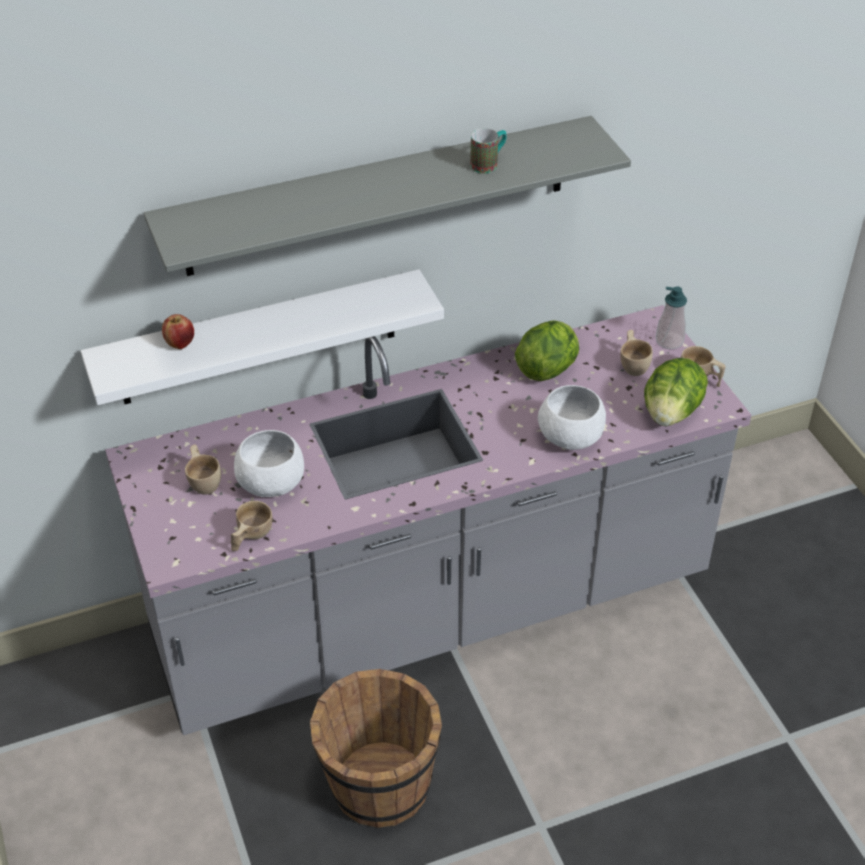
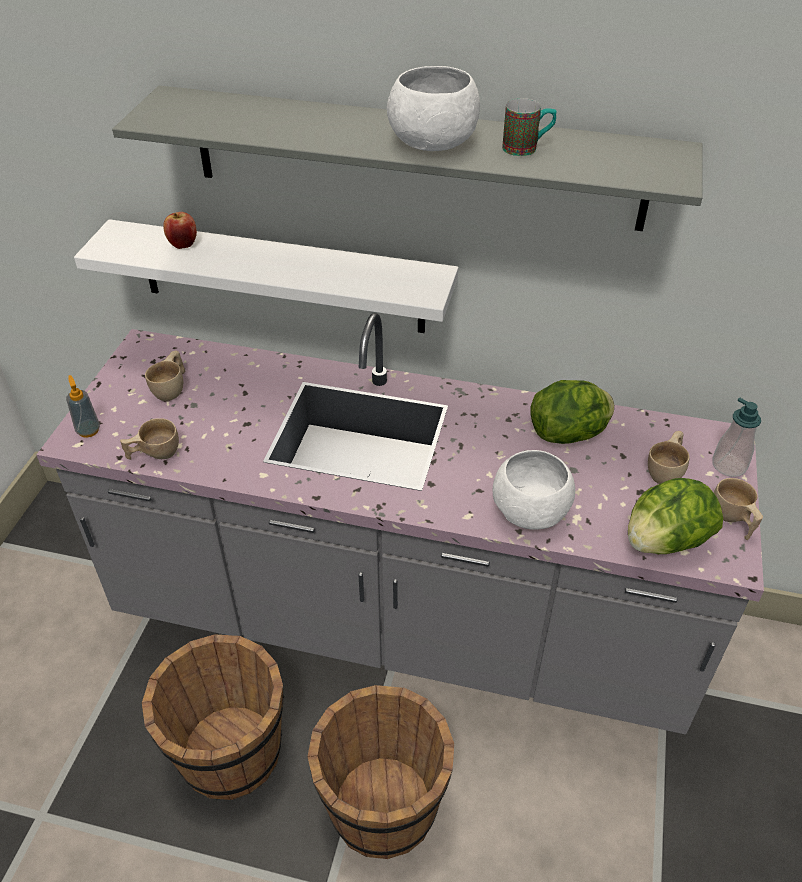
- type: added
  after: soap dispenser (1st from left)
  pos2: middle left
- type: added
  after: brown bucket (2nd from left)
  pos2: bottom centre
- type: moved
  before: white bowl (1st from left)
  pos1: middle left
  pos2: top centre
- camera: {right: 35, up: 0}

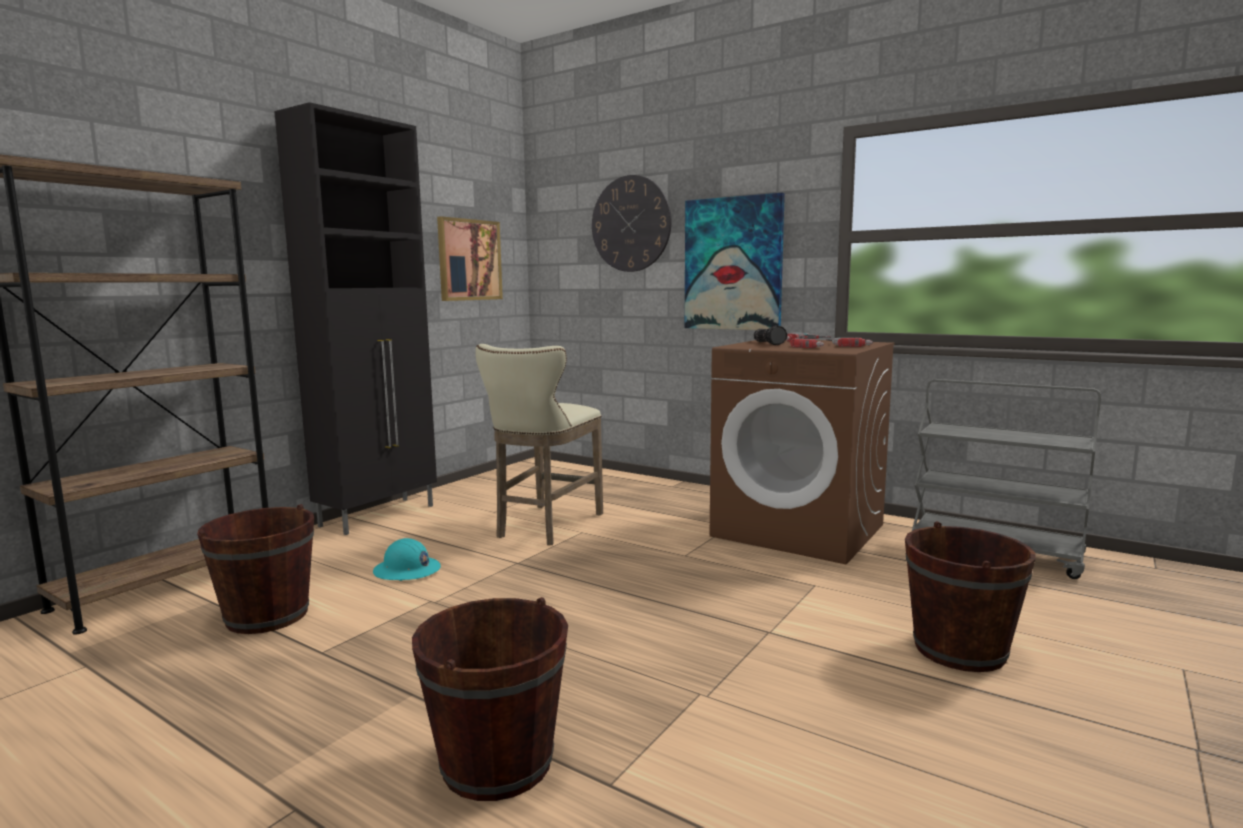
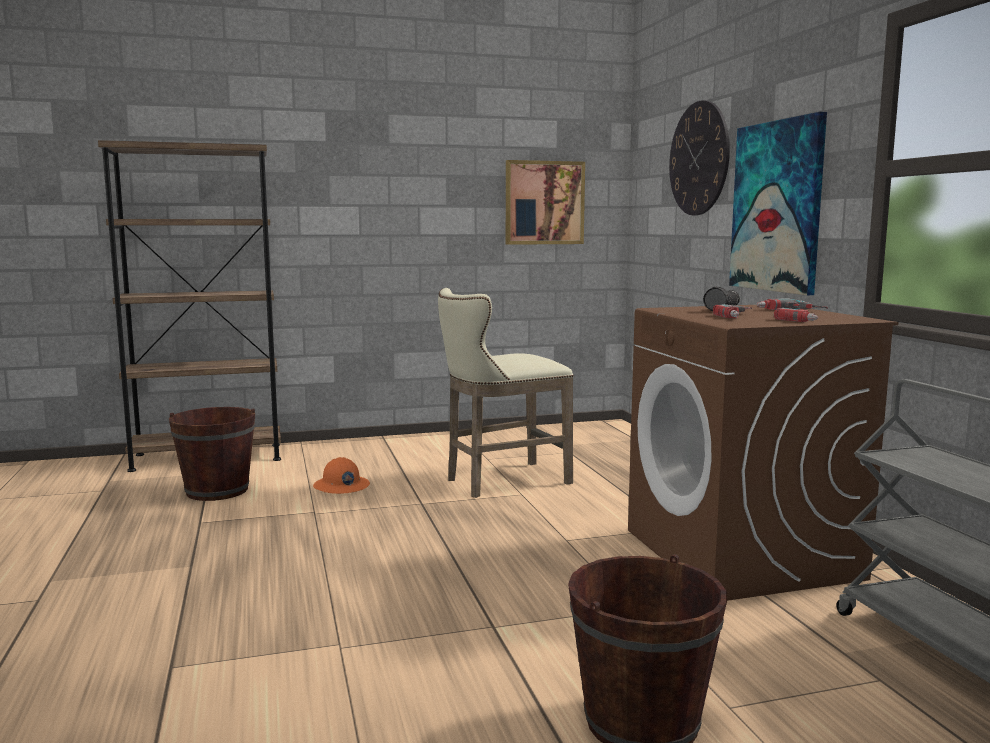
- type: recoloured
  before: turquoise hard hat
  after: orange hard hat
  pos1: bottom left
  pos2: centre
- type: removed
  before: black cabinet
  pos1: middle left
- type: removed
  before: brown bucket (2nd from left)
  pos1: bottom centre
- camera: {right: 40, up: 0}

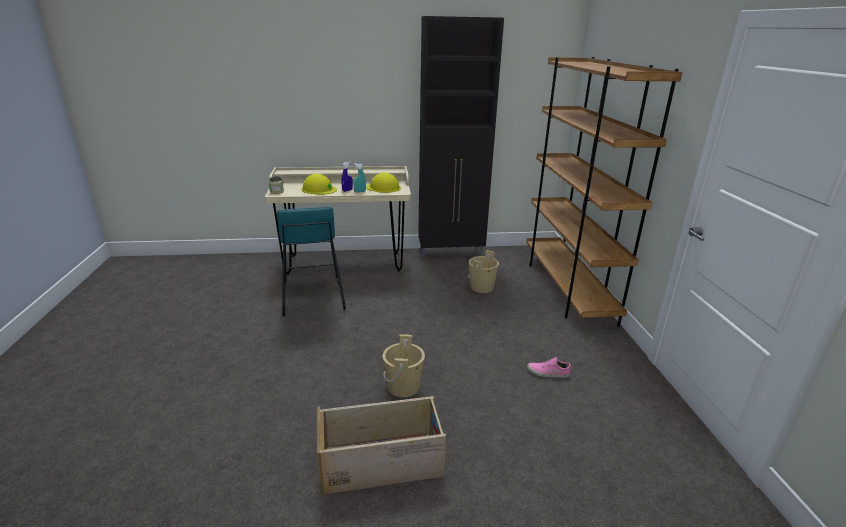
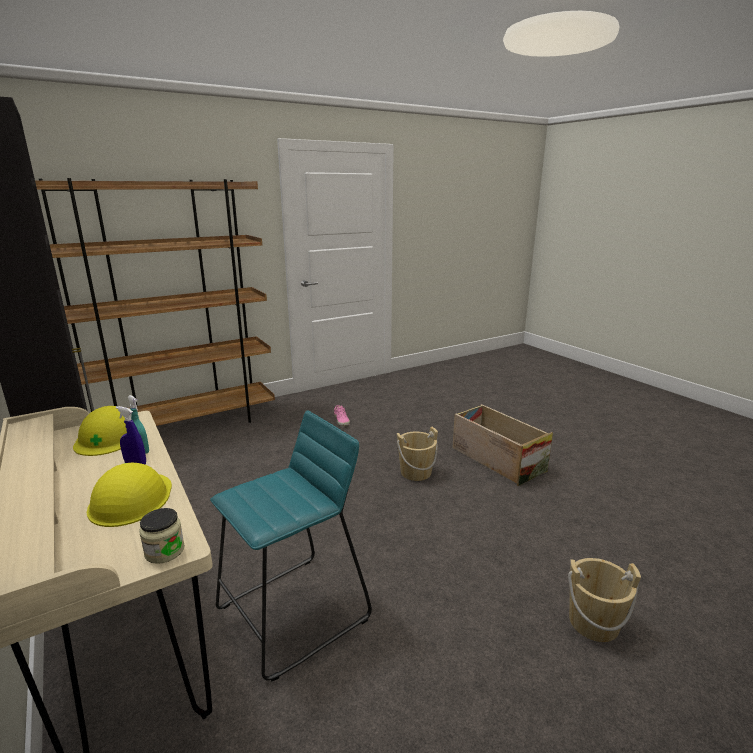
- type: moved
  before: beige bucket (2nd from left)
  pos1: centre
  pos2: bottom right
- camera: {right: -115, up: -5}

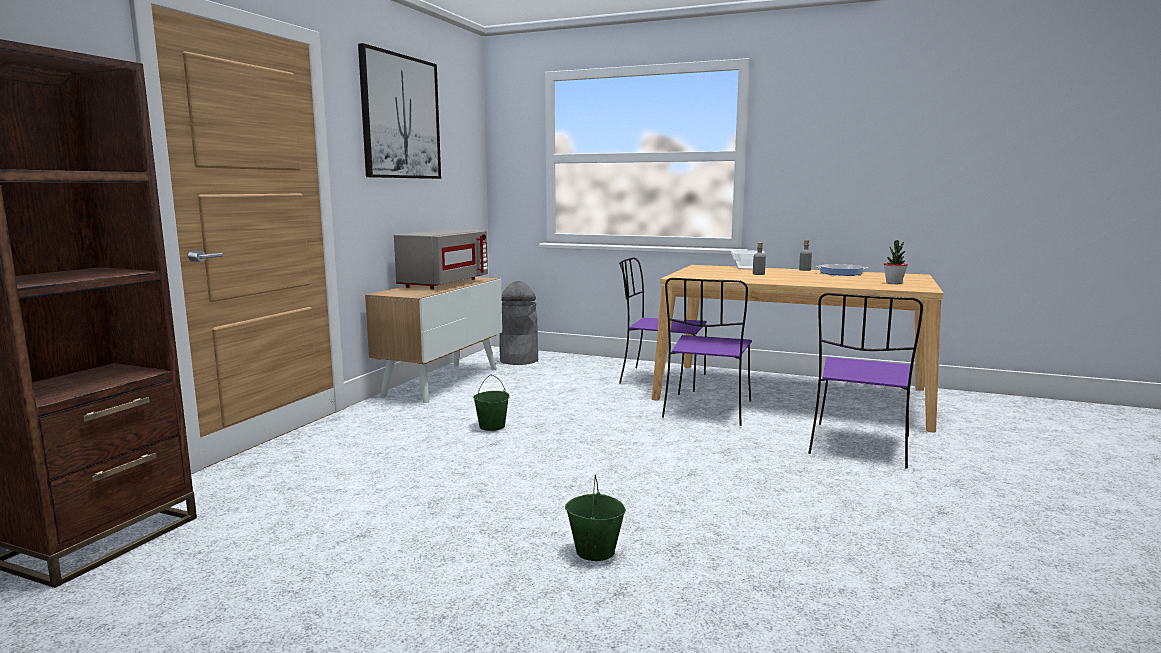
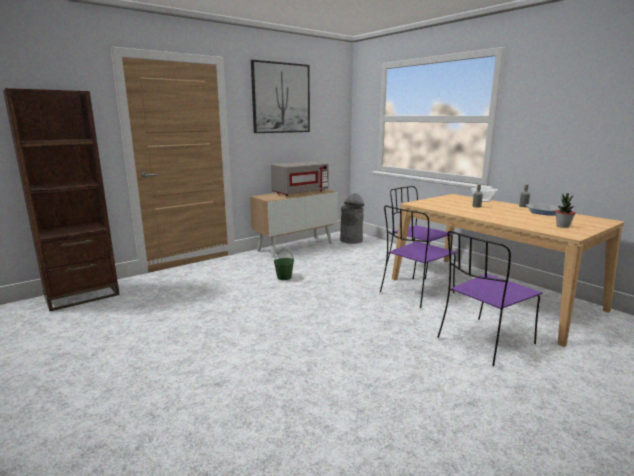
- type: removed
  before: green bucket (2nd from left)
  pos1: bottom centre
- camera: {right: 30, up: 5}

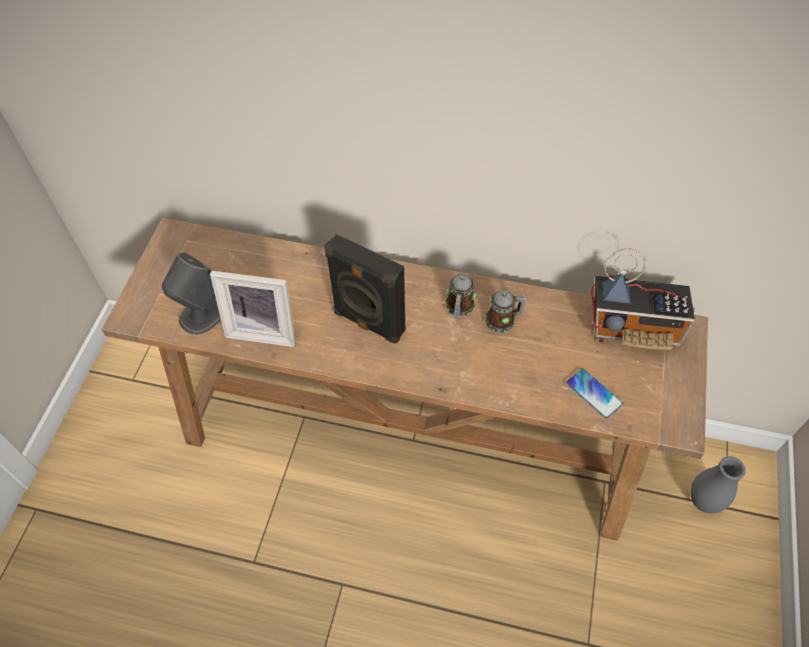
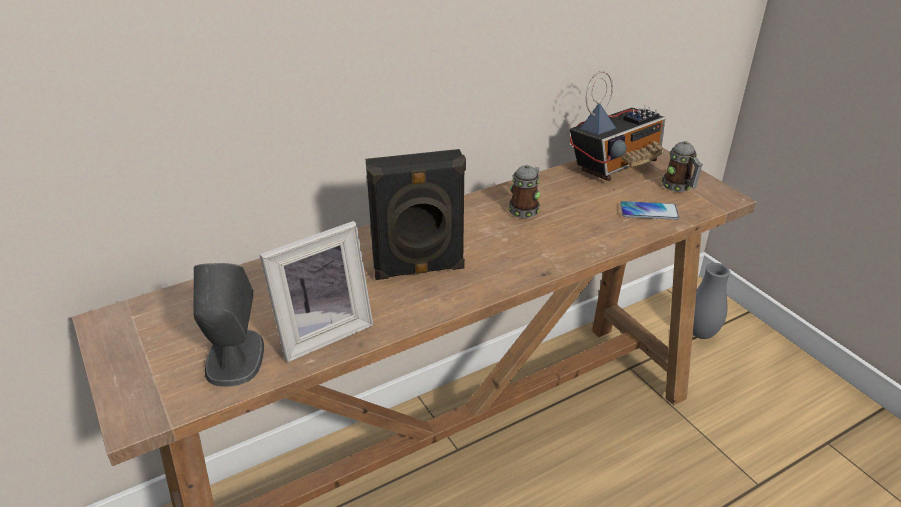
- type: moved
  before: mug (1st from left in the first image)
  after: mug (2nd from left)
  pos1: centre
  pos2: top right
- camera: {right: -45, up: -20}

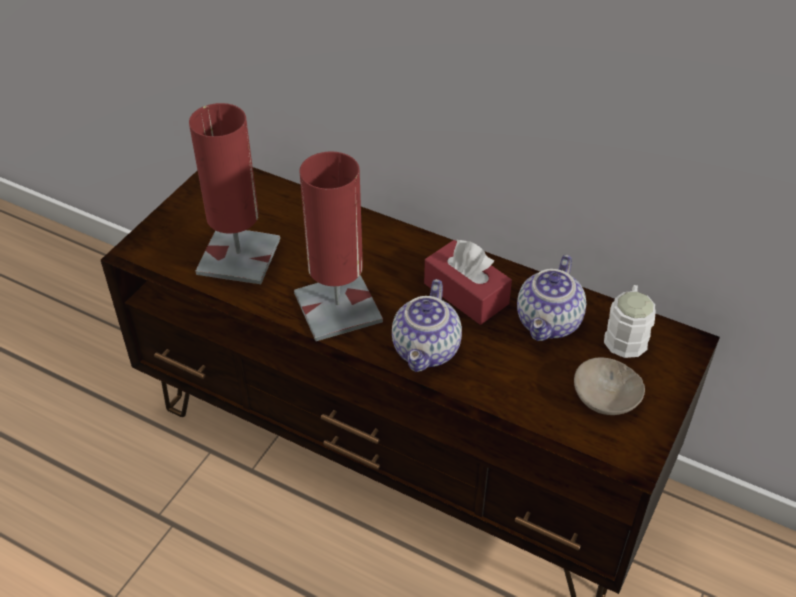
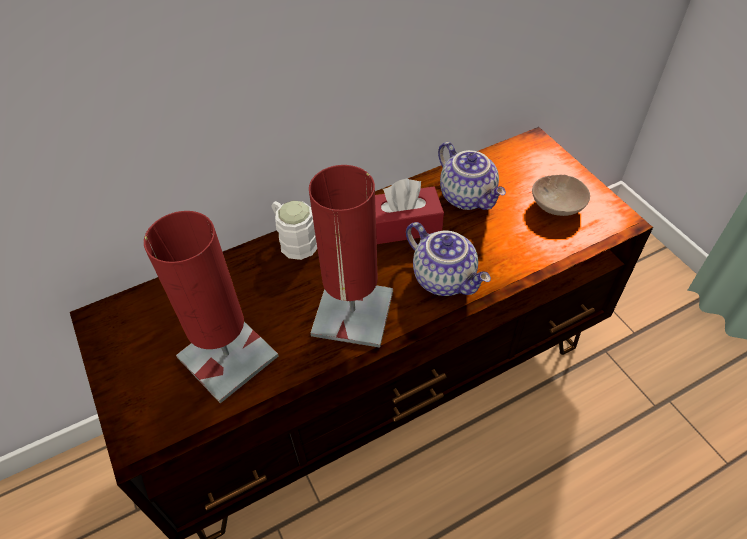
- type: moved
  before: white mug
  pos1: middle right
  pos2: centre
- camera: {right: -55, up: 5}

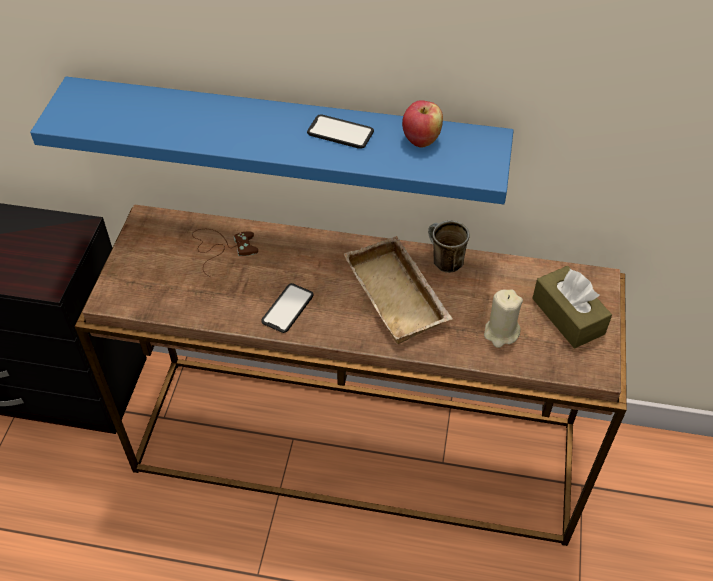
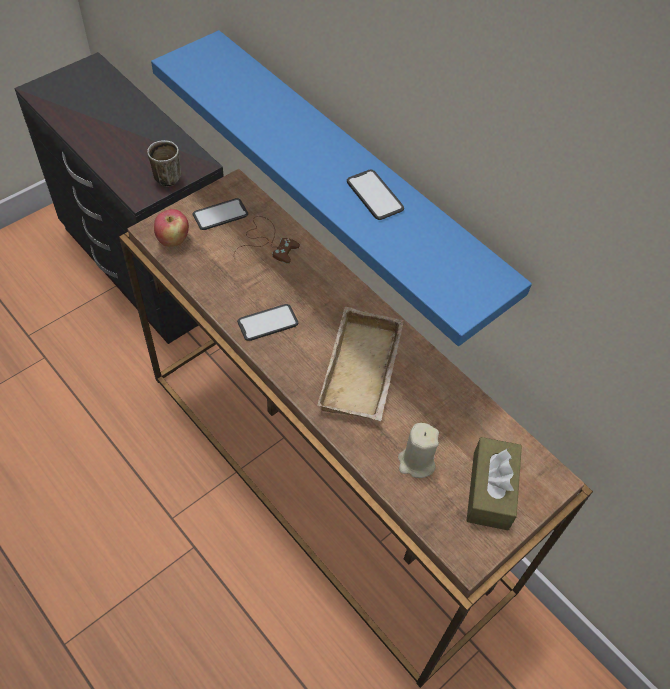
- type: moved
  before: mug
  pos1: centre
  pos2: top left
- type: moved
  before: apple
  pos1: top centre
  pos2: top left
- type: added
  after: phone (1st from left)
  pos2: top left
- camera: {right: 35, up: 5}

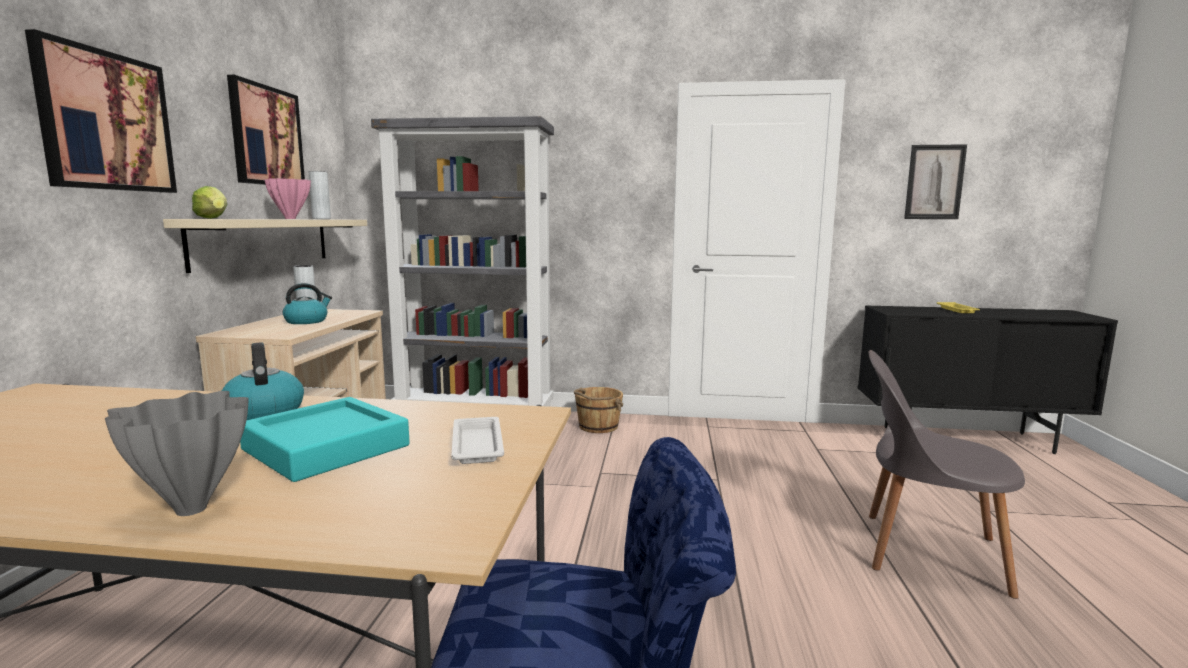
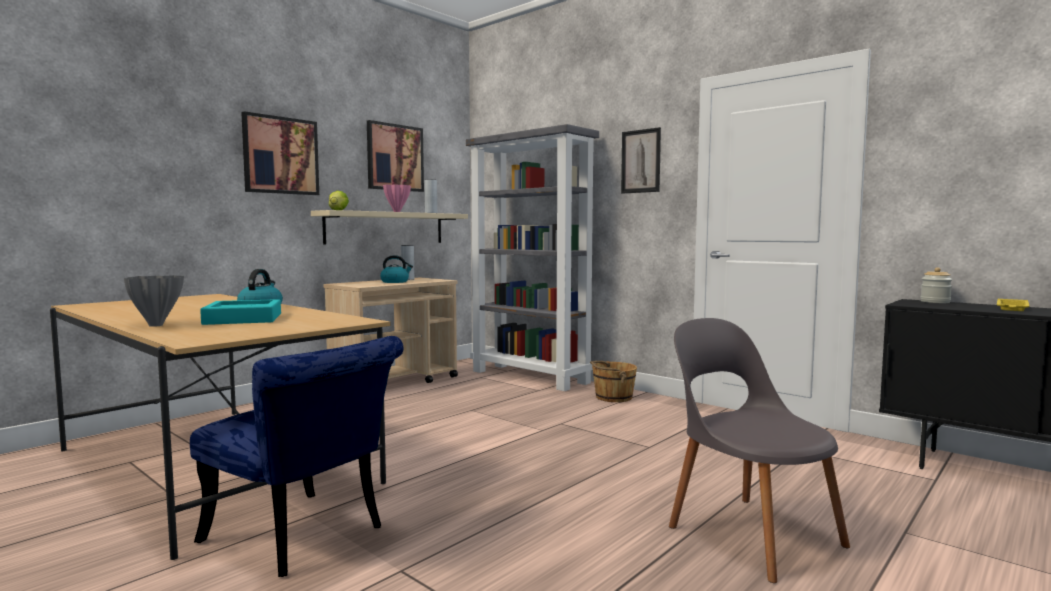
- type: moved
  before: picture (3rd from left)
  pos1: top right
  pos2: top centre
- type: added
  after: jar
  pos2: middle right
- type: removed
  before: white tray
  pos1: centre
- camera: {right: 35, up: -5}

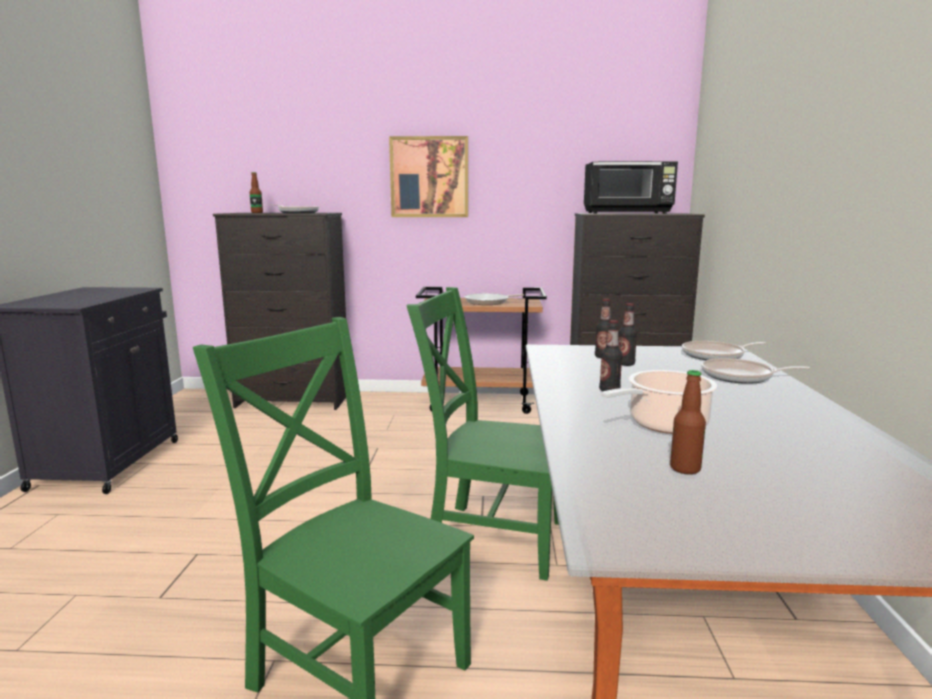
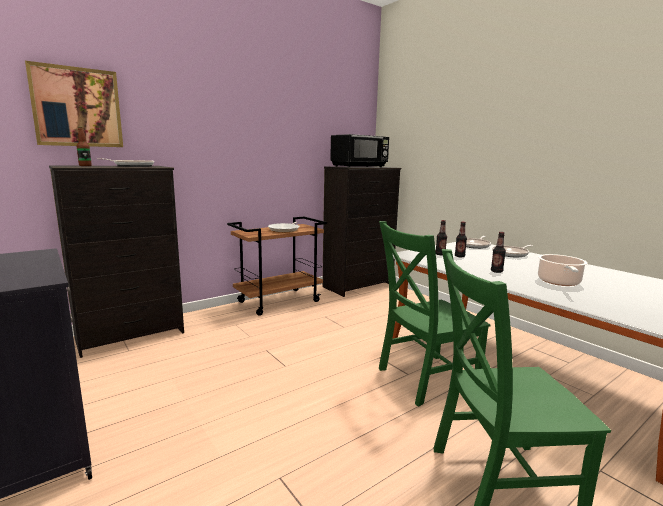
- type: moved
  before: picture
  pos1: top centre
  pos2: top left
- type: removed
  before: bottle (5th from left)
  pos1: middle right
- camera: {right: -40, up: 0}

